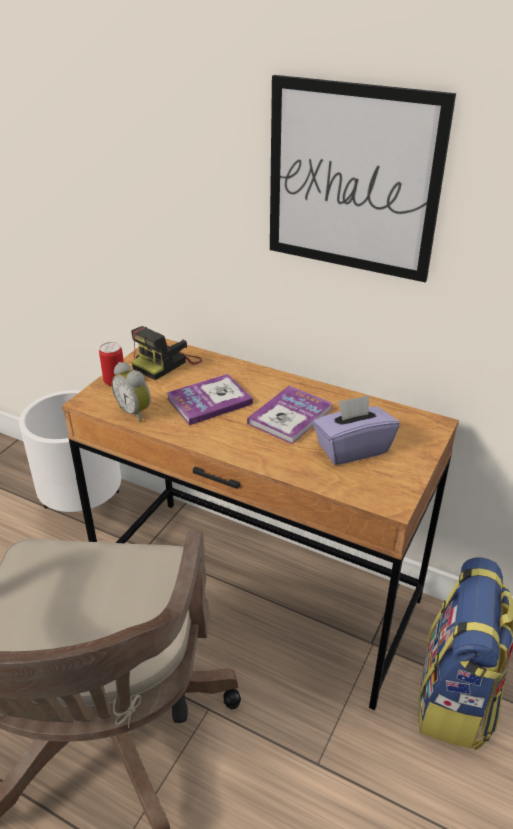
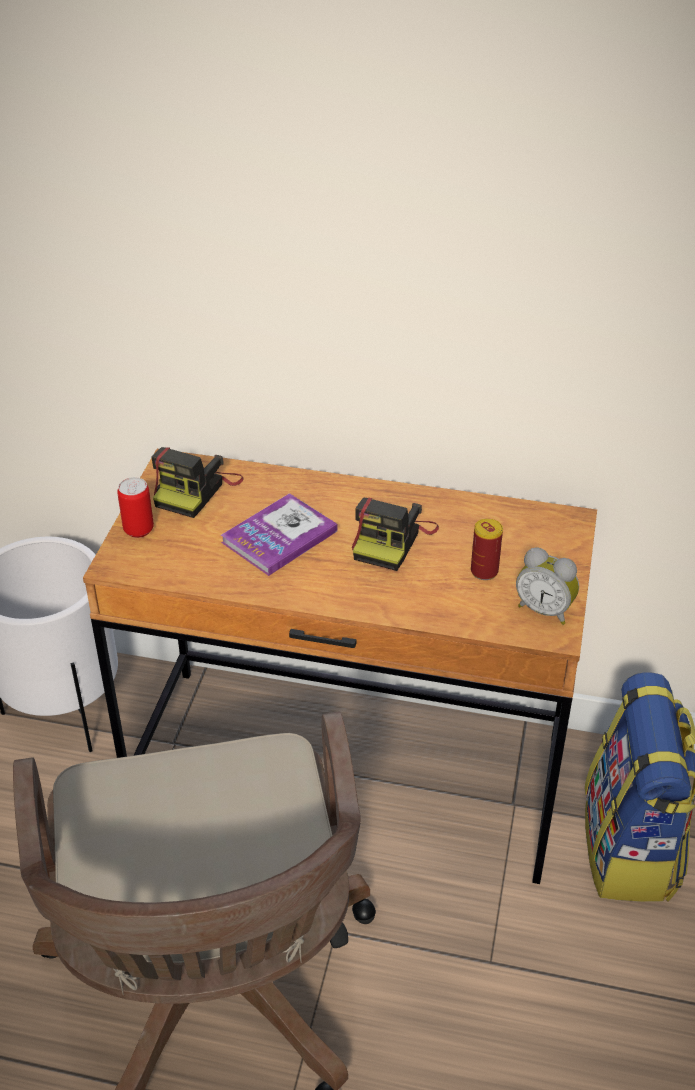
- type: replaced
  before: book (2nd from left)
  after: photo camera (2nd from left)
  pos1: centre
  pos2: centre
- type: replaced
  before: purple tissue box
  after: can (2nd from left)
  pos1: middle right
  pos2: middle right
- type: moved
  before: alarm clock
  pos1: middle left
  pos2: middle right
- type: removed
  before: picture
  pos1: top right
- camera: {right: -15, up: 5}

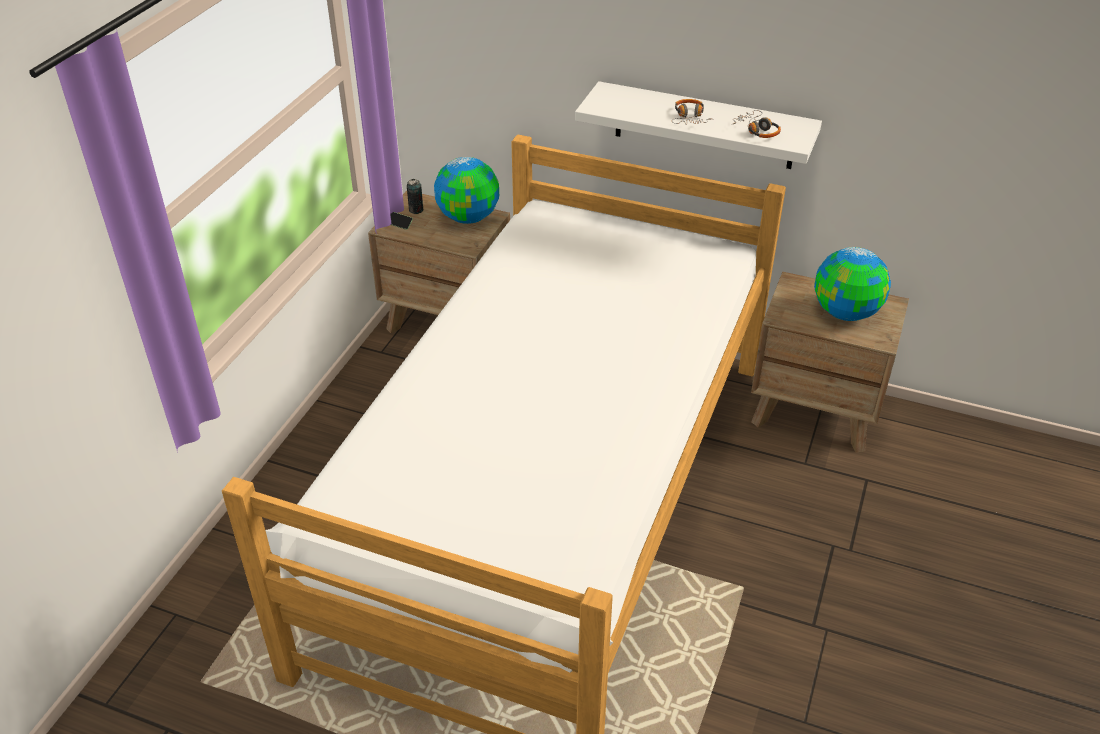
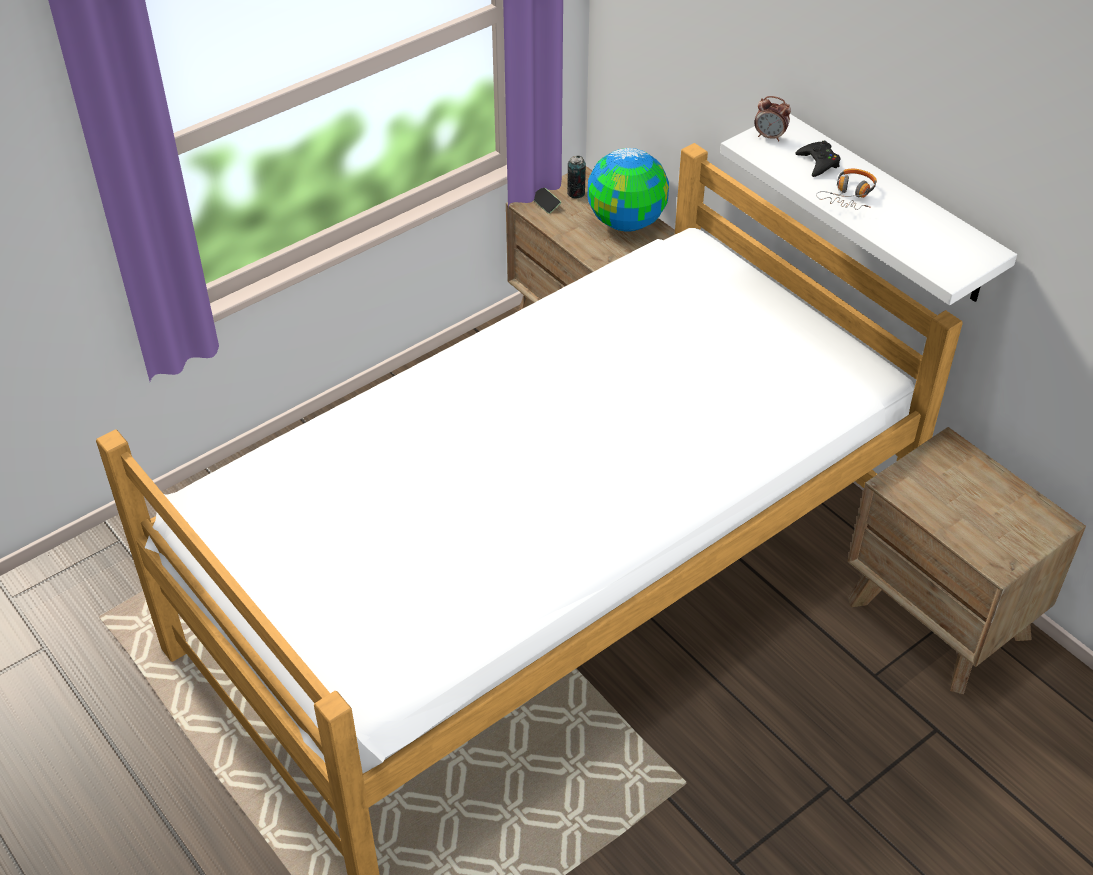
- type: added
  after: alarm clock
  pos2: top right
- type: added
  after: black game controller
  pos2: top right
- type: removed
  before: headphones (2nd from left)
  pos1: top right
- type: removed
  before: globe (2nd from left)
  pos1: middle right
- camera: {right: 30, up: 5}

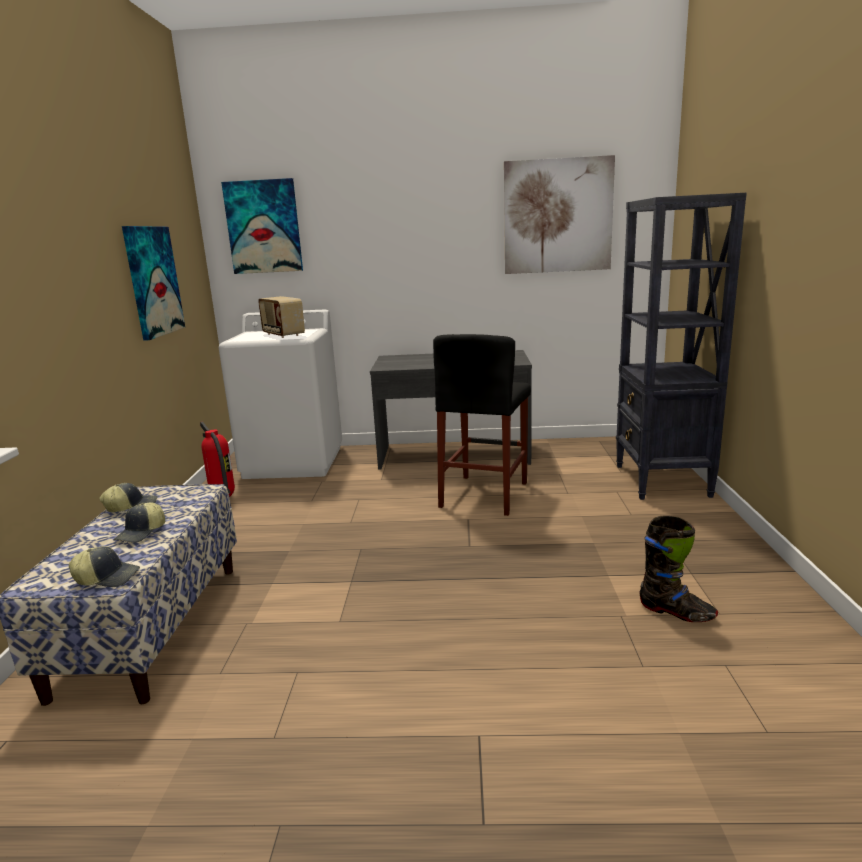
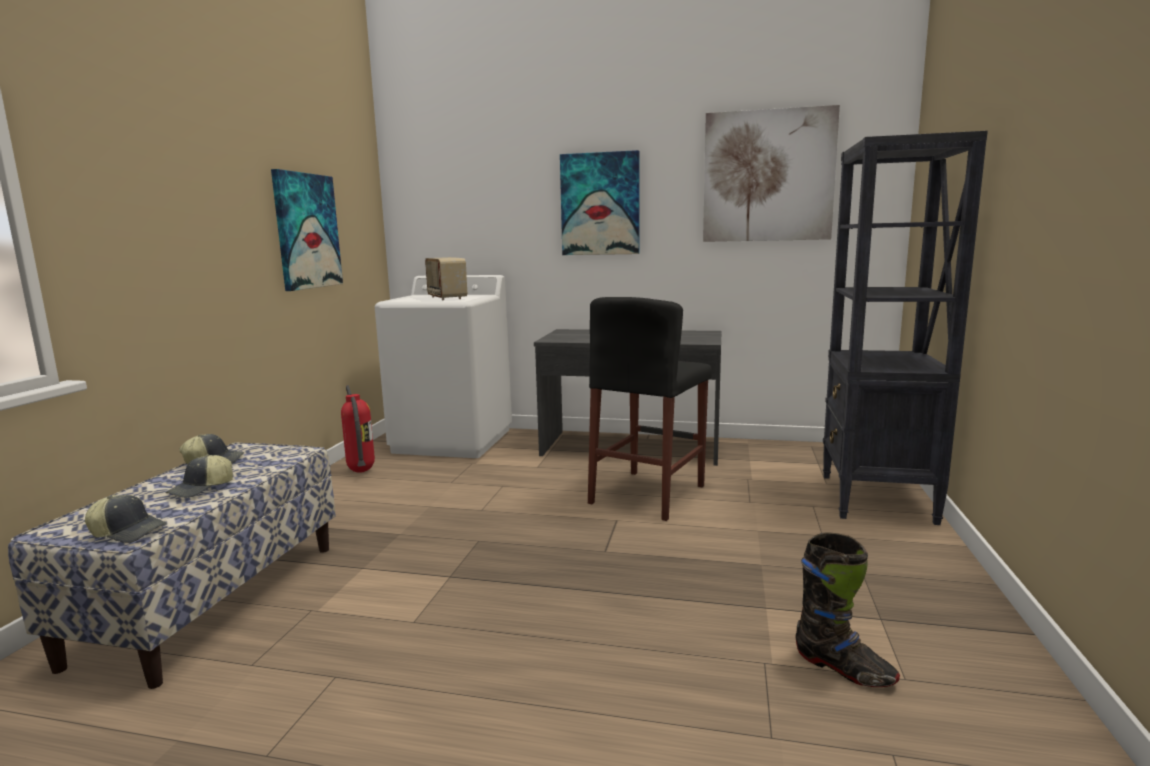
- type: moved
  before: picture (2nd from left)
  pos1: top left
  pos2: top centre
- camera: {right: 10, up: -5}

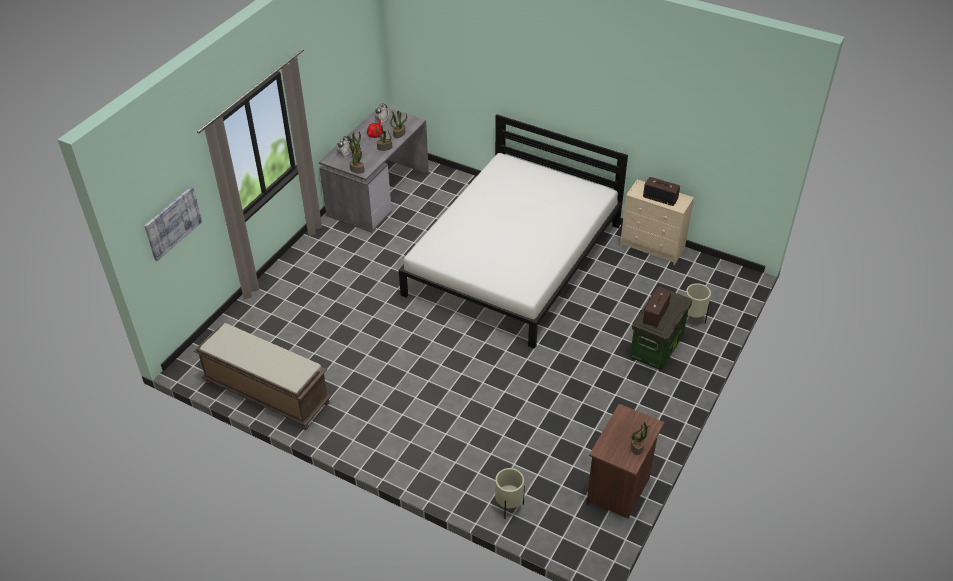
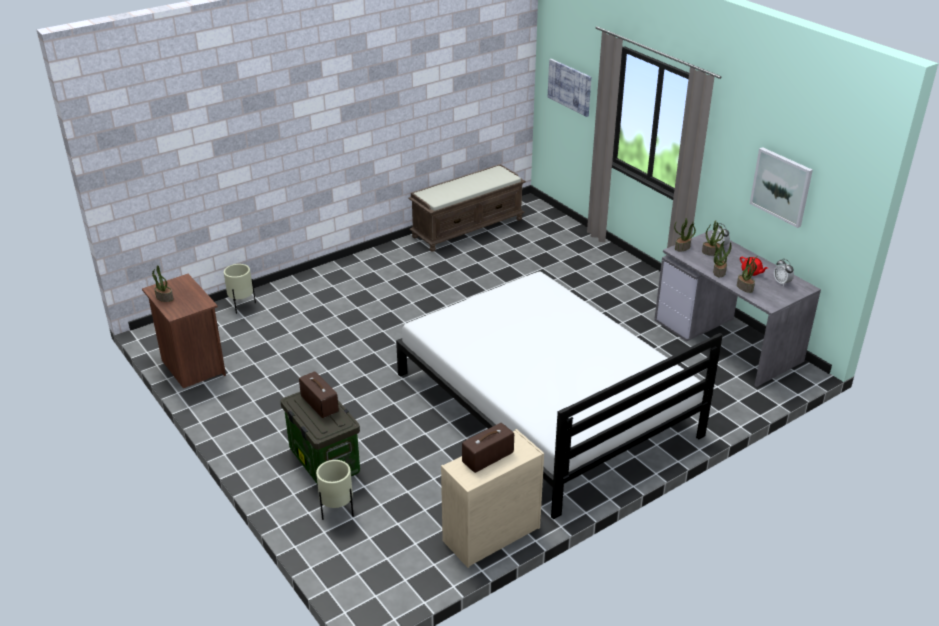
- type: added
  after: picture (2nd from left)
  pos2: top right
- camera: {right: 115, up: -10}

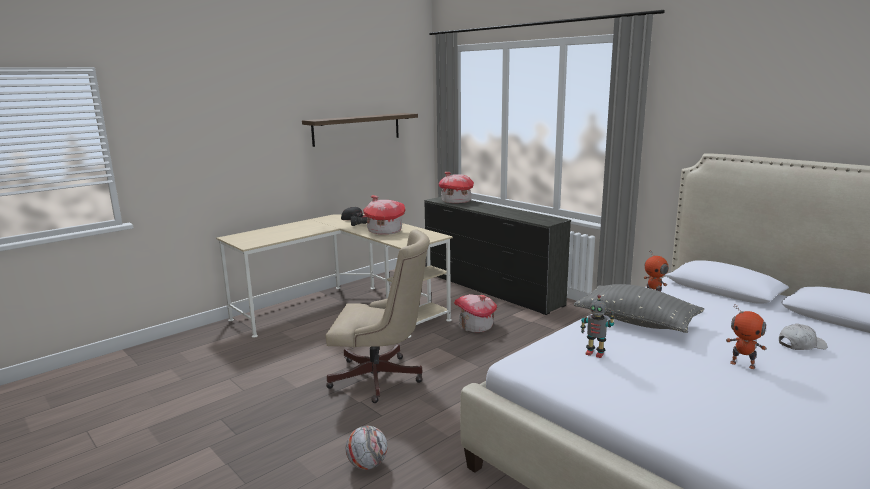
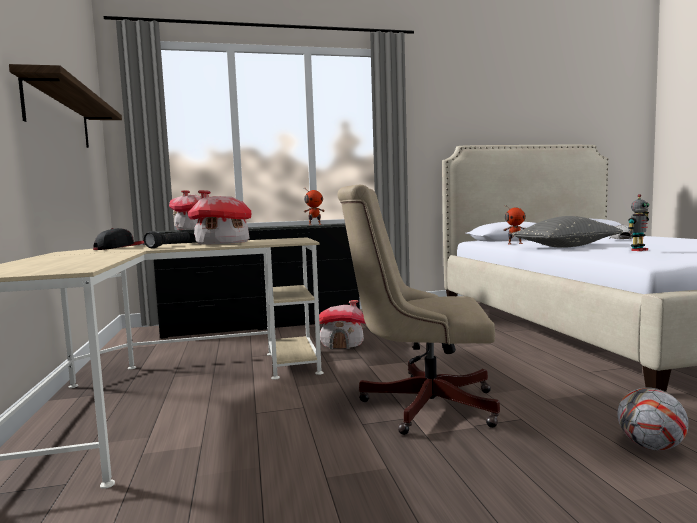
- type: moved
  before: toy robot (3rd from left in the first image)
  after: toy robot (1st from left)
  pos1: bottom right
  pos2: centre
- type: turned
  before: beige office chair
  pos1: centre
  pos2: centre
  turn: -120
- camera: {right: -60, up: -10}

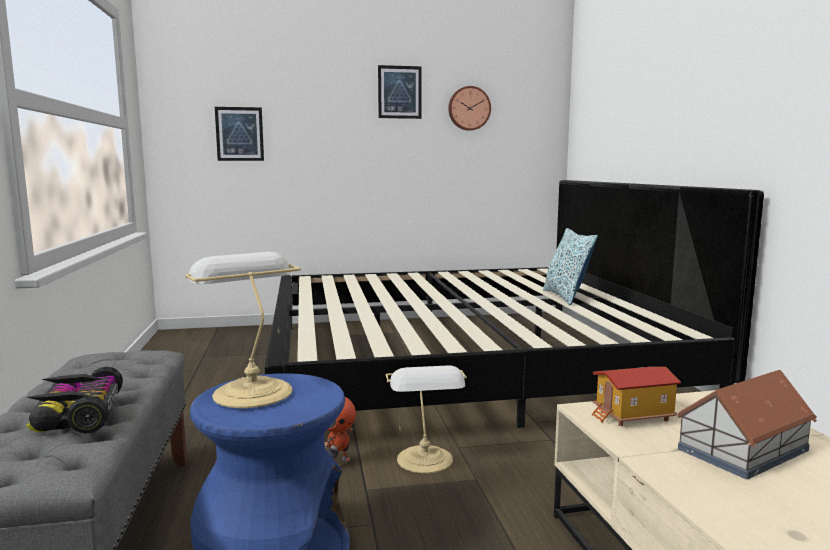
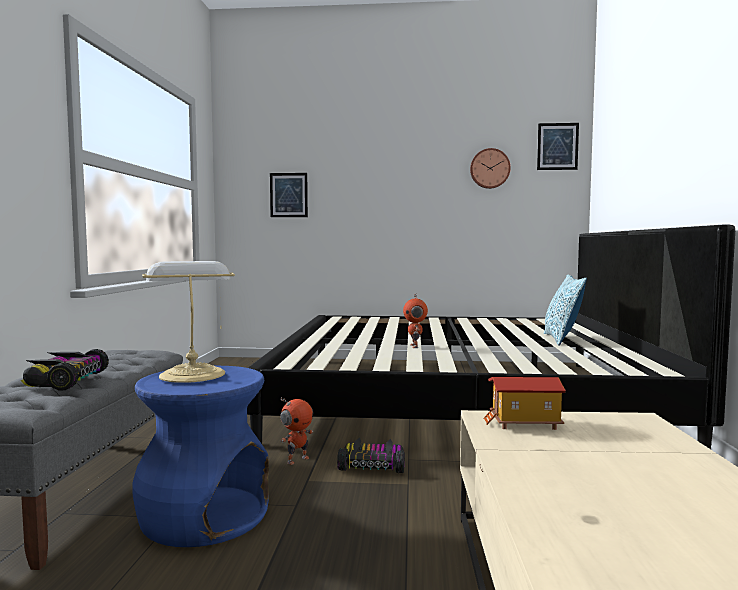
- type: replaced
  before: table lamp (2nd from left)
  after: toy car (2nd from left)
  pos1: bottom centre
  pos2: bottom centre
- type: added
  after: toy robot (2nd from left)
  pos2: centre
- type: moved
  before: picture (2nd from left)
  pos1: top centre
  pos2: top right
- type: removed
  before: toy house (2nd from left)
  pos1: bottom right
- camera: {right: 15, up: -5}

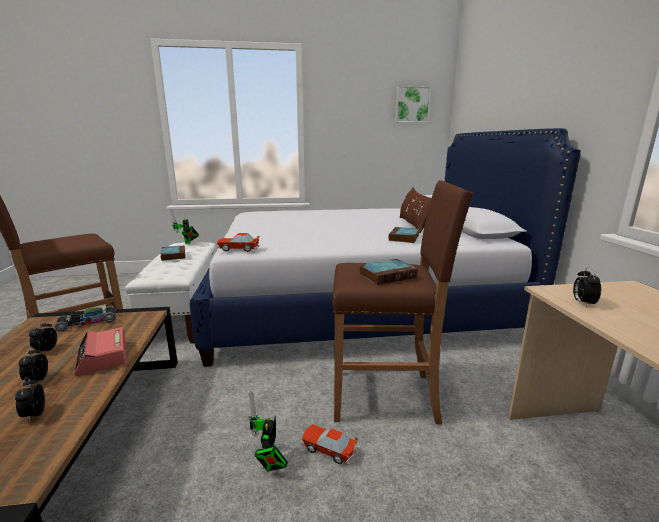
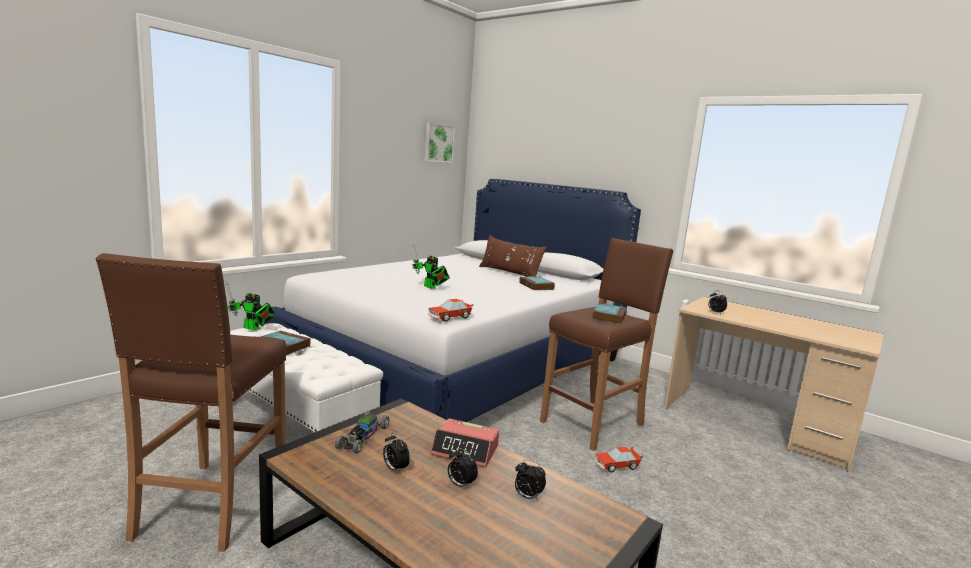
- type: moved
  before: toy robot (2nd from left)
  pos1: bottom centre
  pos2: centre
- camera: {right: -45, up: -5}

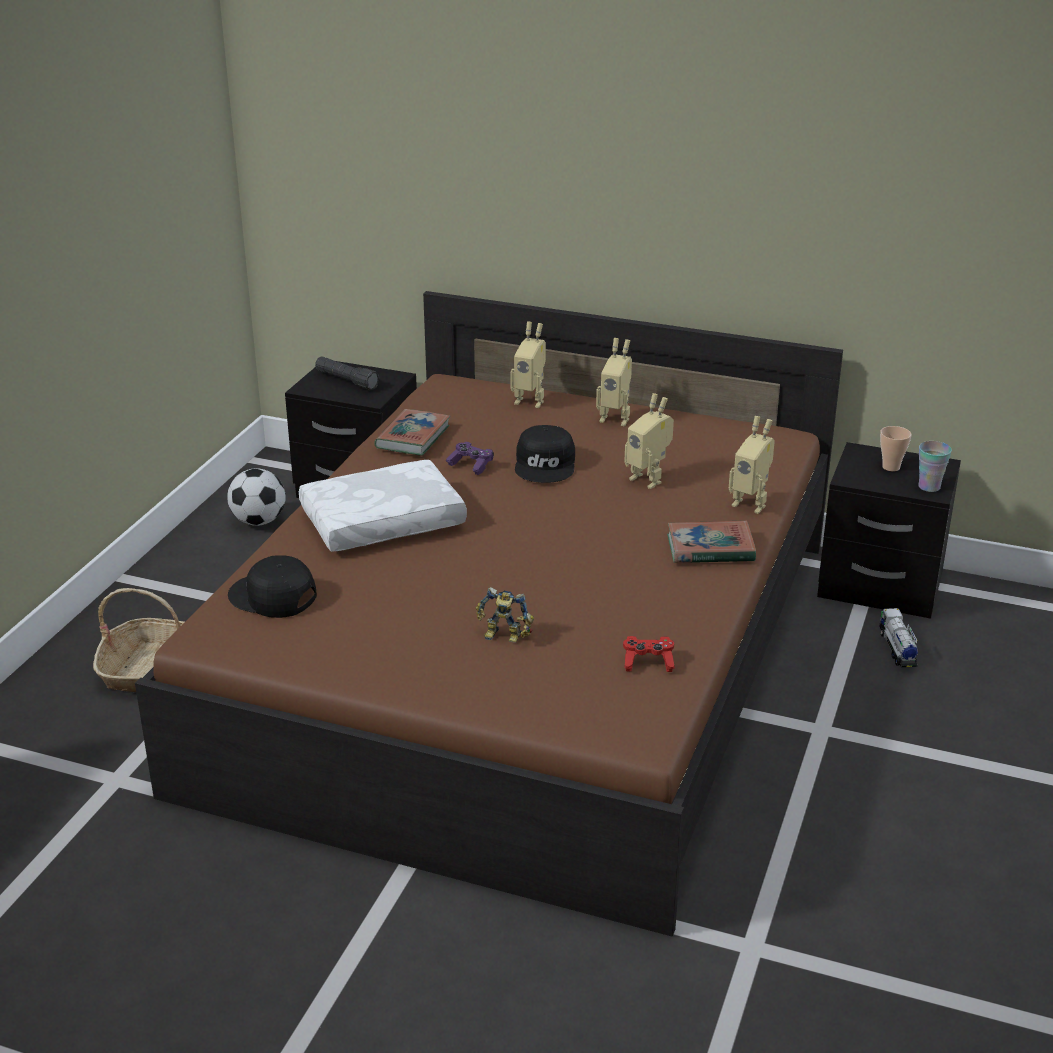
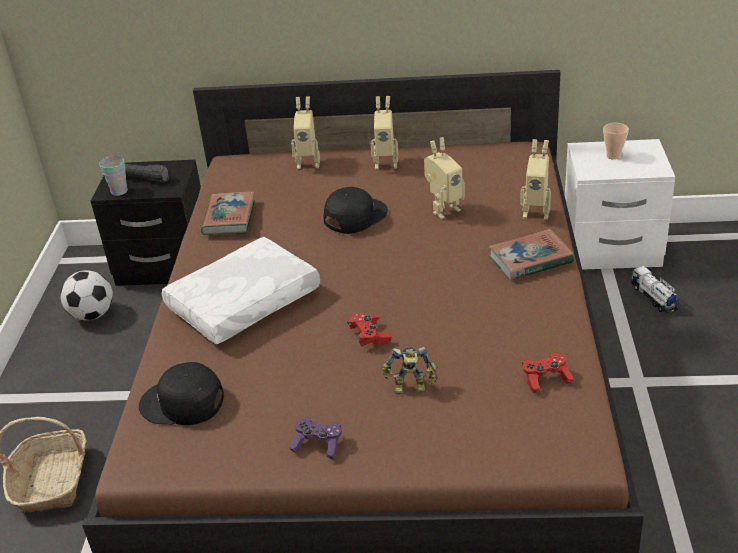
- type: moved
  before: cup (2nd from left in the first image)
  after: cup (1st from left)
  pos1: middle right
  pos2: top left
- type: moved
  before: purple game controller
  pos1: centre
  pos2: bottom centre
- type: turned
  before: black cap (2nd from left)
  pos1: centre
  pos2: centre
  turn: -120
- type: added
  after: red game controller (1st from left)
  pos2: centre
- type: turned
  before: toy robot (4th from left)
  pos1: centre
  pos2: top centre
  turn: -60
- type: recoloured
  before: black nightstand (2nd from left)
  after: white nightstand
  pos1: middle right
  pos2: middle right
- camera: {right: -15, up: 5}

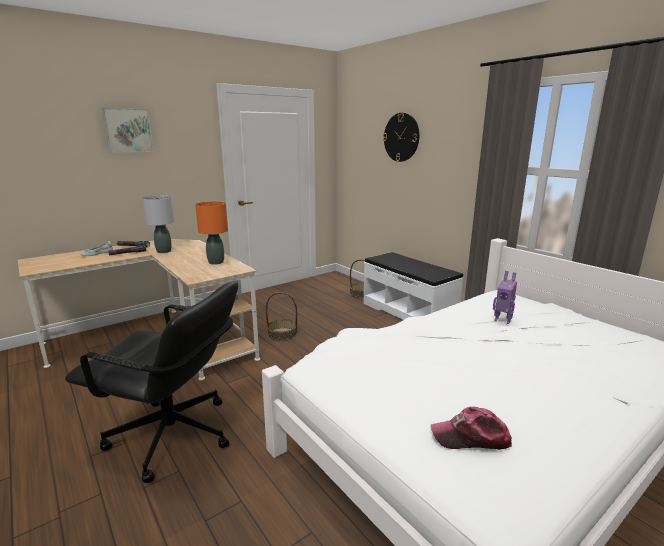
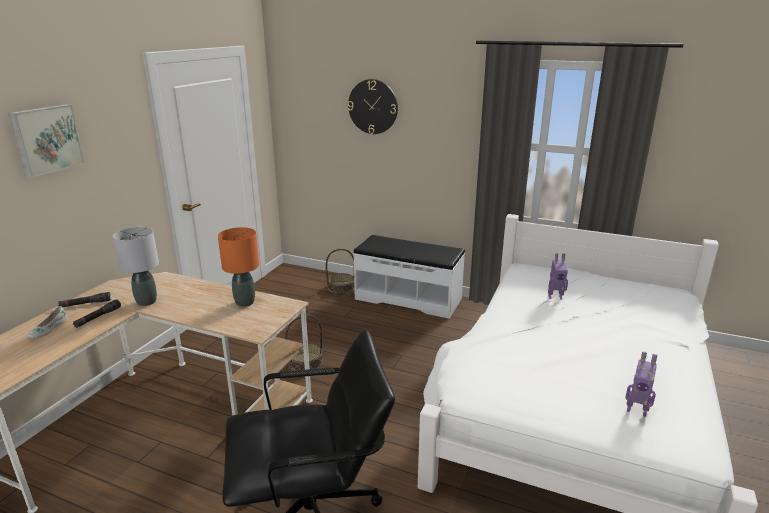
- type: replaced
  before: cap
  after: toy robot (2nd from left)
  pos1: bottom right
  pos2: bottom right
- camera: {right: -30, up: 5}

